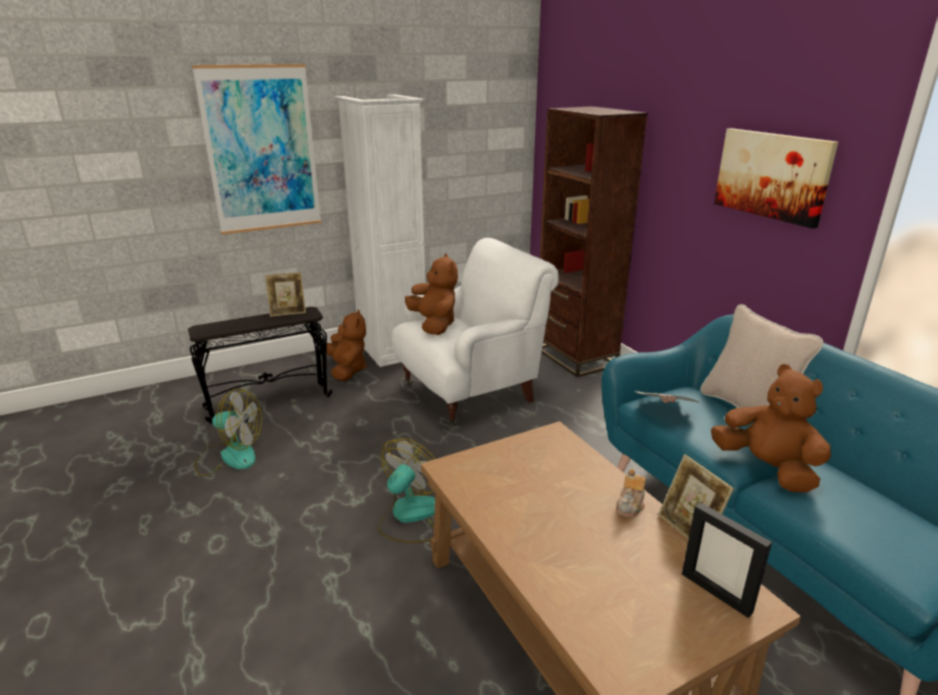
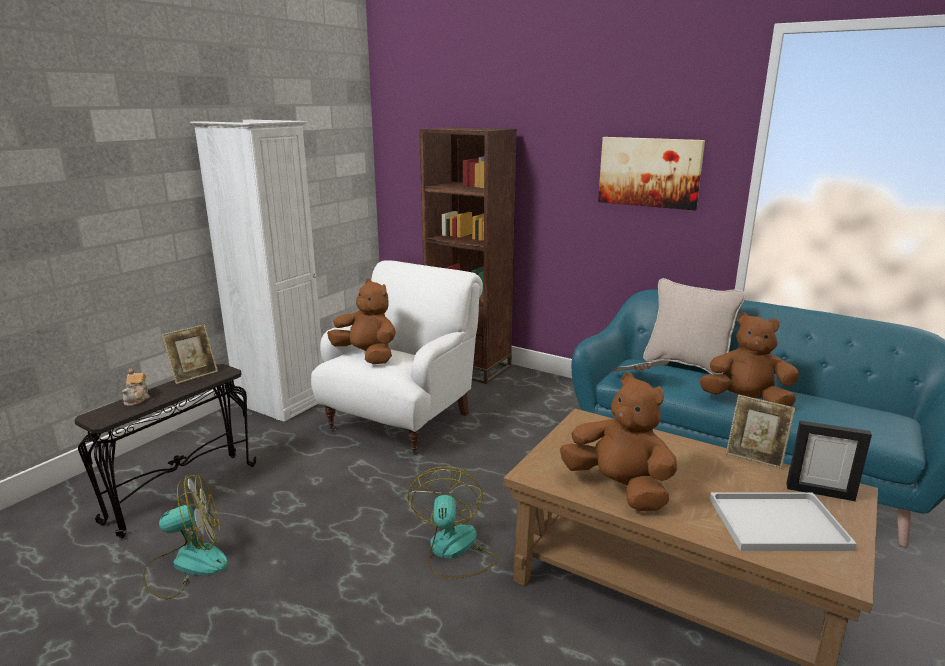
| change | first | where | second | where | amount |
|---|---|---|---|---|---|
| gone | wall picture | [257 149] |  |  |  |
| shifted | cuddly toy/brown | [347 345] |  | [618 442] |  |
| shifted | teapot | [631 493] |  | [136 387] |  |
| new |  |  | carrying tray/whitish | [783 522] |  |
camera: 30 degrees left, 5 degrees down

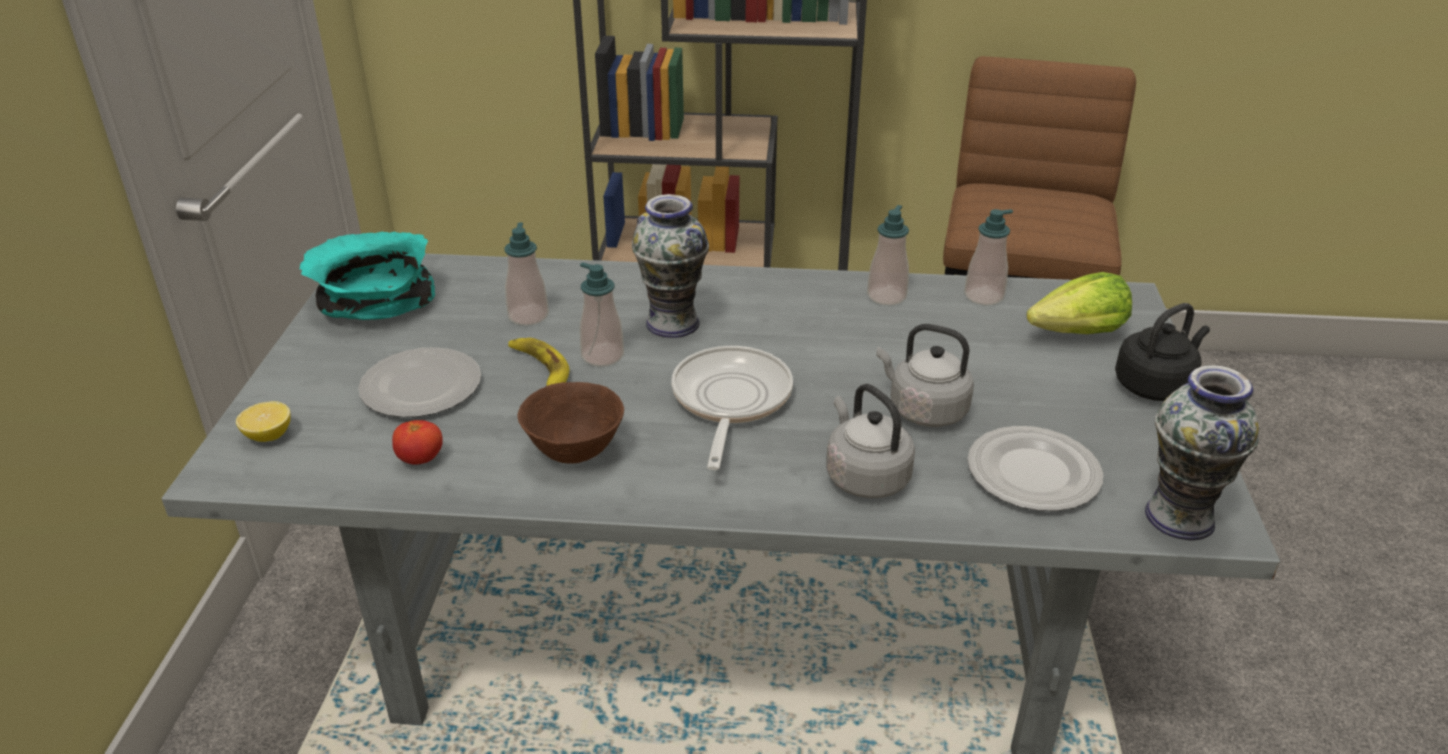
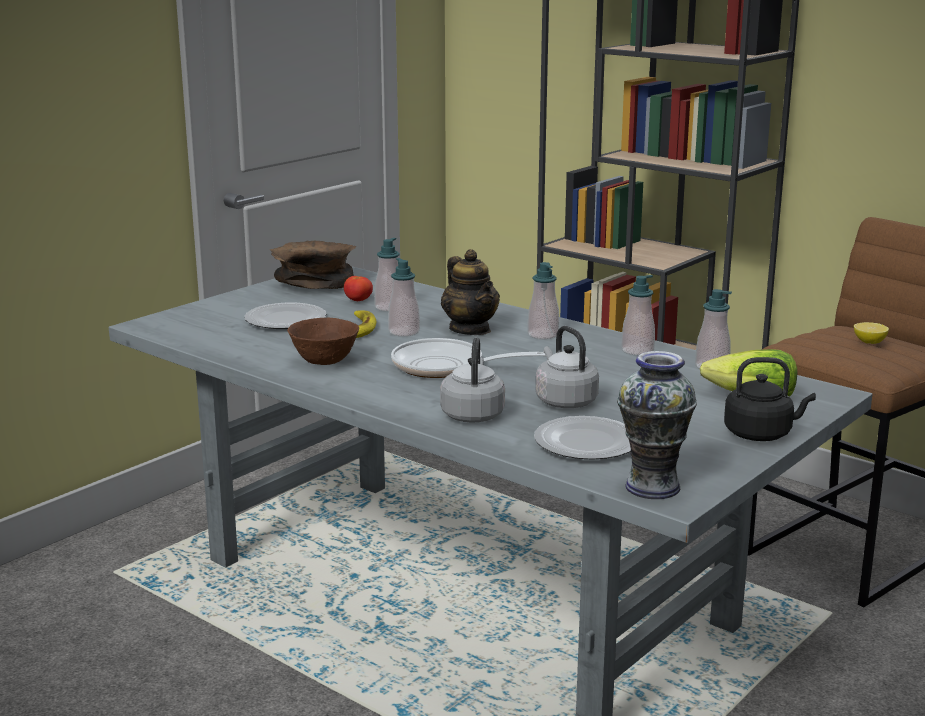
| change | first | where | second | where | amount |
|---|---|---|---|---|---|
| swapped | decorative vase | [670 266] | teapot | [470 292] |  |
| repainted | deep dish/turquoise | [367 276] | deep dish/brown | [313 265] |  |
| rotated | pan | [732 408] |  | [468 358] | 120 degrees counterclockwise |
| shifted | lemon | [263 421] |  | [871 333] |  |
| shifted | tomato | [417 442] |  | [358 288] |  |
| new |  |  | soap dispenser | [543 300] |  |
camera: 35 degrees right, 15 degrees down

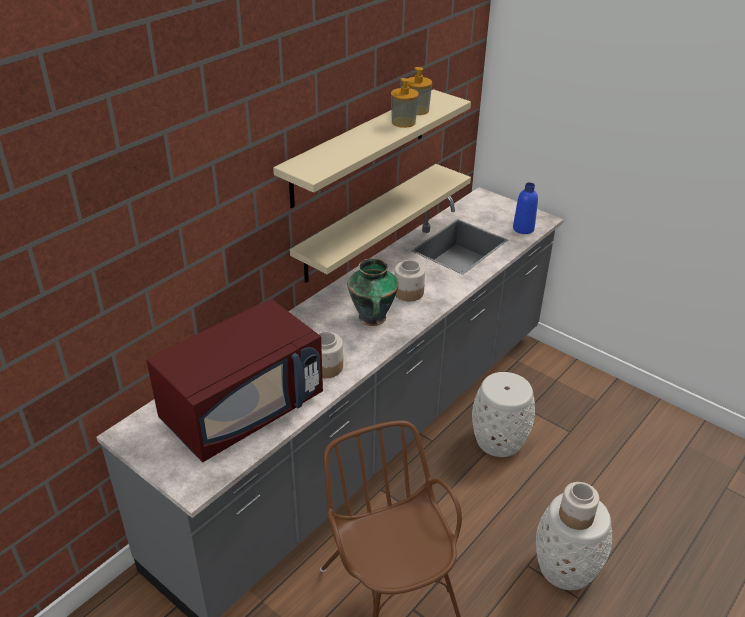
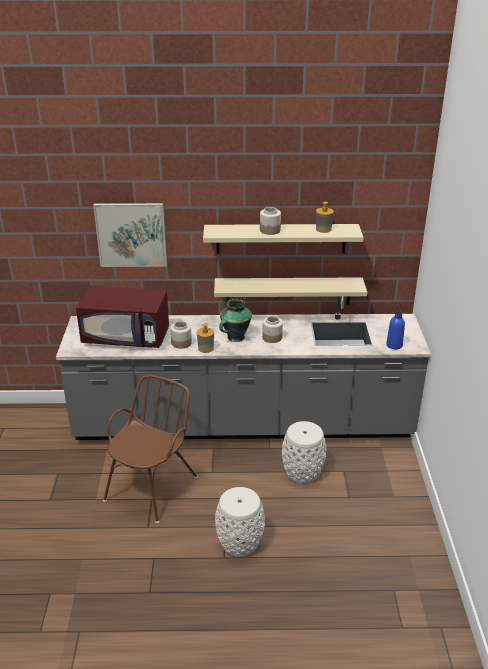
| change | first | where | second | where | amount |
|---|---|---|---|---|---|
| shifted | soap dispenser | [405 103] |  | [205 338] |  |
| shifted | jar | [579 506] |  | [270 221] |  |
| new |  |  | wall picture | [130 235] |  |
camera: 50 degrees right, 5 degrees down

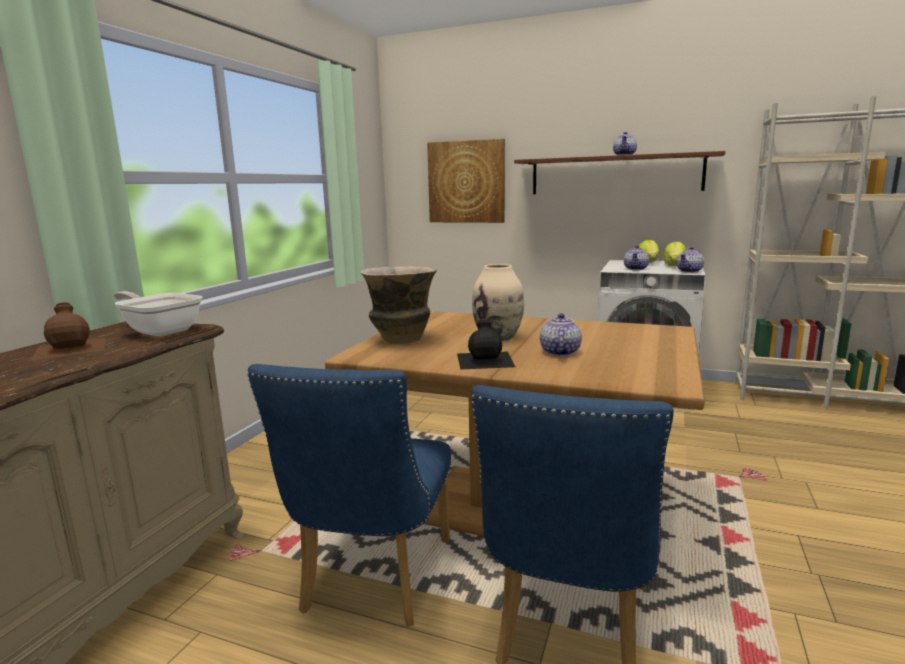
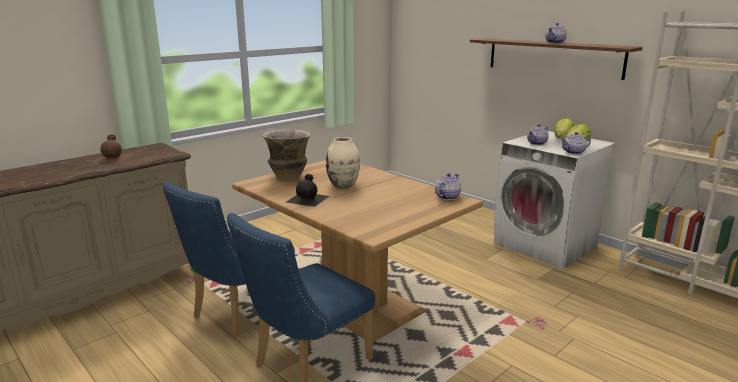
| change | first | where | second | where | amount |
|---|---|---|---|---|---|
| gone | wall picture | [466 181] |  |  |  |
| gone | pan | [158 313] |  |  |  |
| shifted | teapot | [561 334] |  | [448 186] |  |
camera: 25 degrees right, 5 degrees up

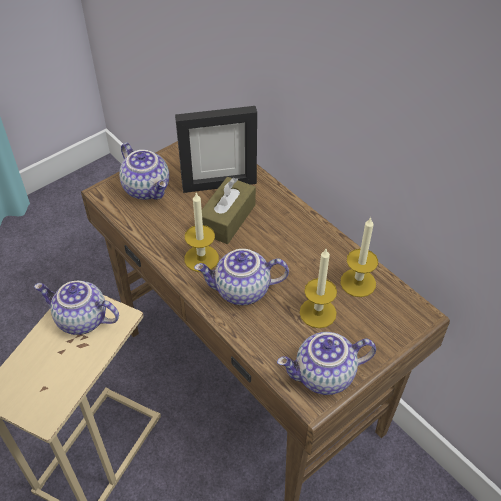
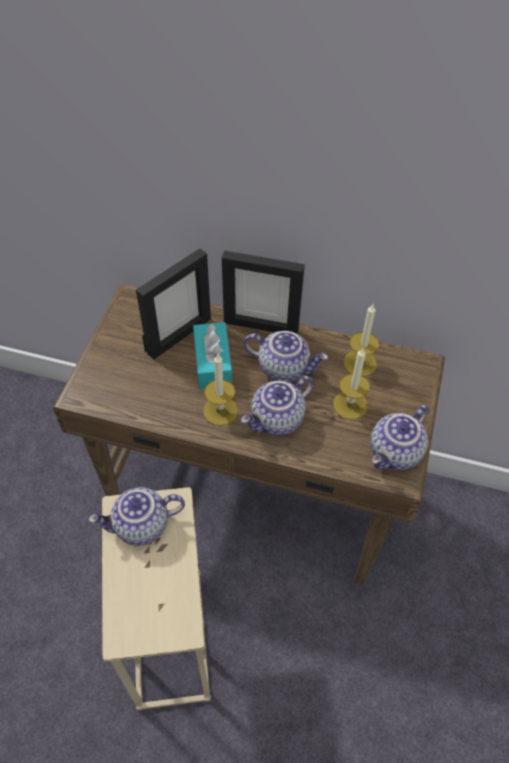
| change | first | where | second | where | amount |
|---|---|---|---|---|---|
| shifted | teapot | [144 171] |  | [286 356] |  |
| repainted | tissue holder/brown | [229 210] | tissue holder/turquoise | [212 355] |  |
| new |  |  | photo frame | [263 292] |  |
camera: 35 degrees left, 5 degrees up

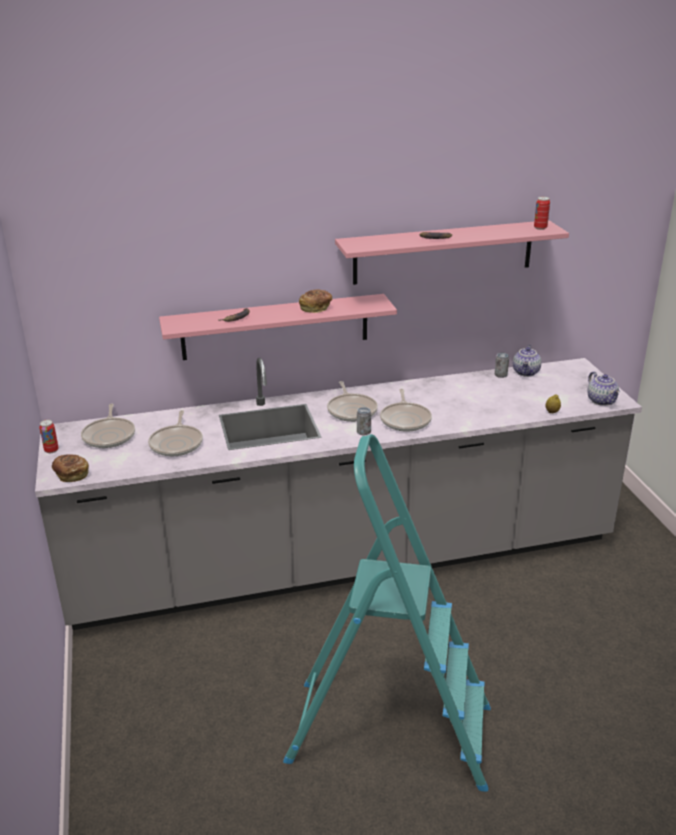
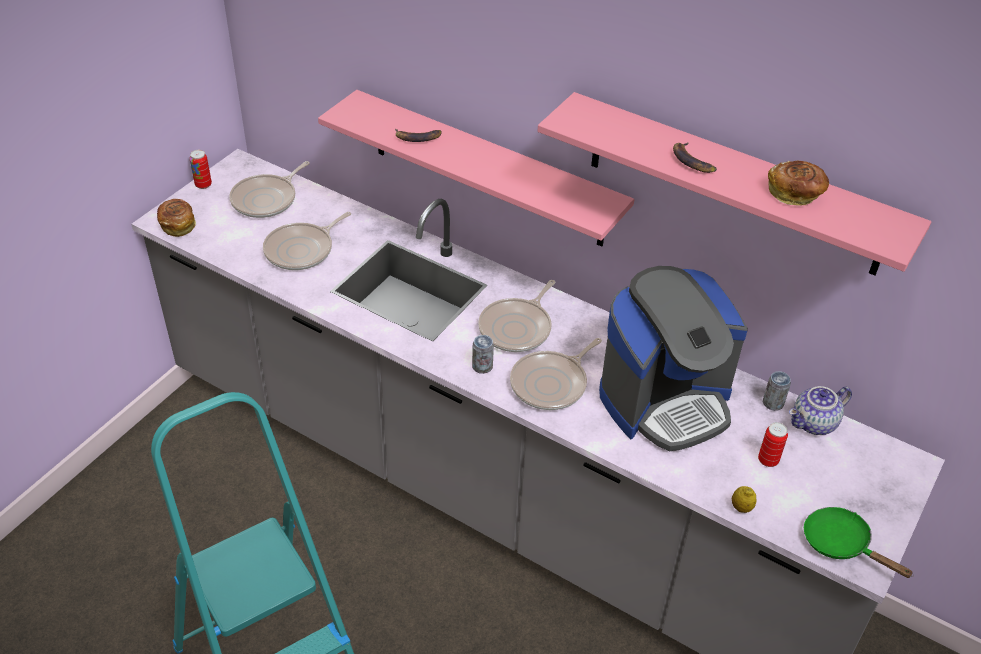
| change | first | where | second | where | amount |
|---|---|---|---|---|---|
| shifted | can | [542 213] |  | [773 444] |  |
| shifted | baked bread | [315 301] |  | [798 183] |  |
| swapped | teapot | [603 388] | pan/green | [859 542] |  |
| new |  |  | coffee brewer | [673 358] |  |
camera: 45 degrees right, 15 degrees up

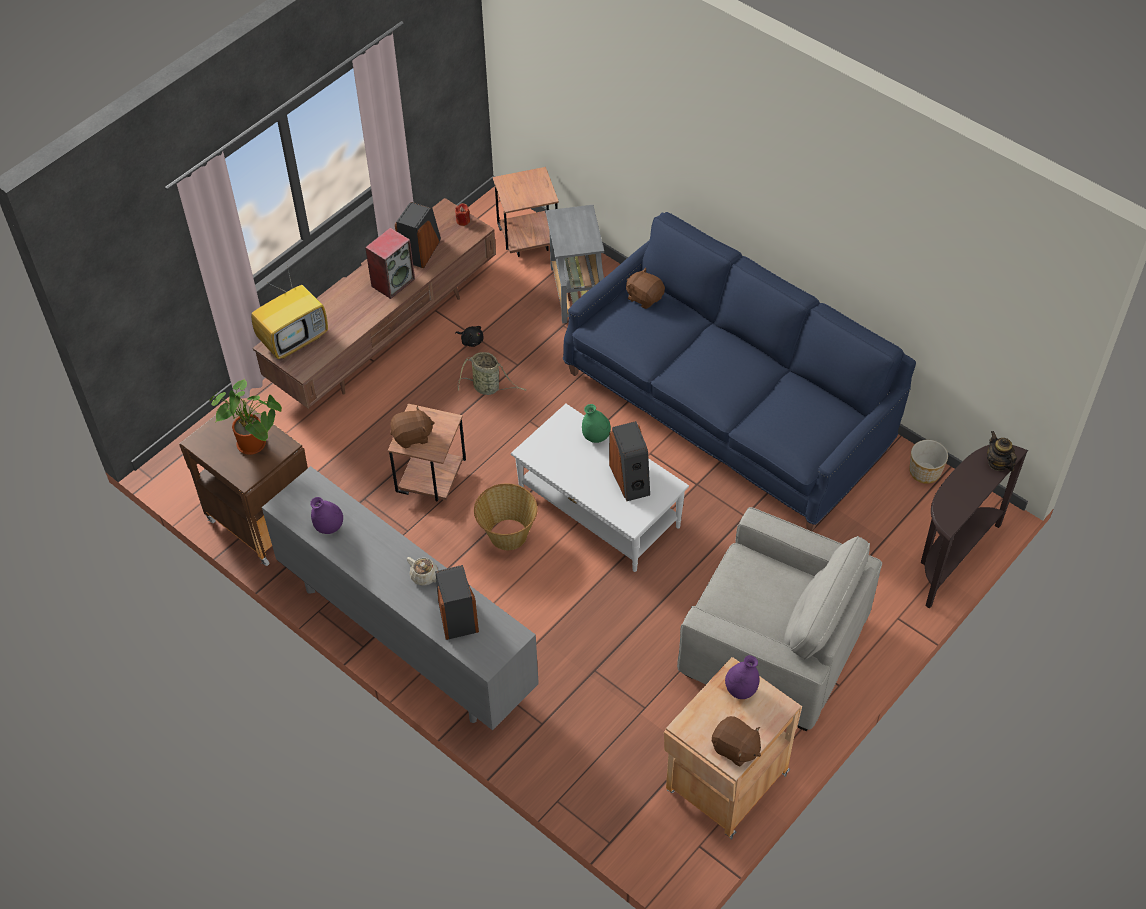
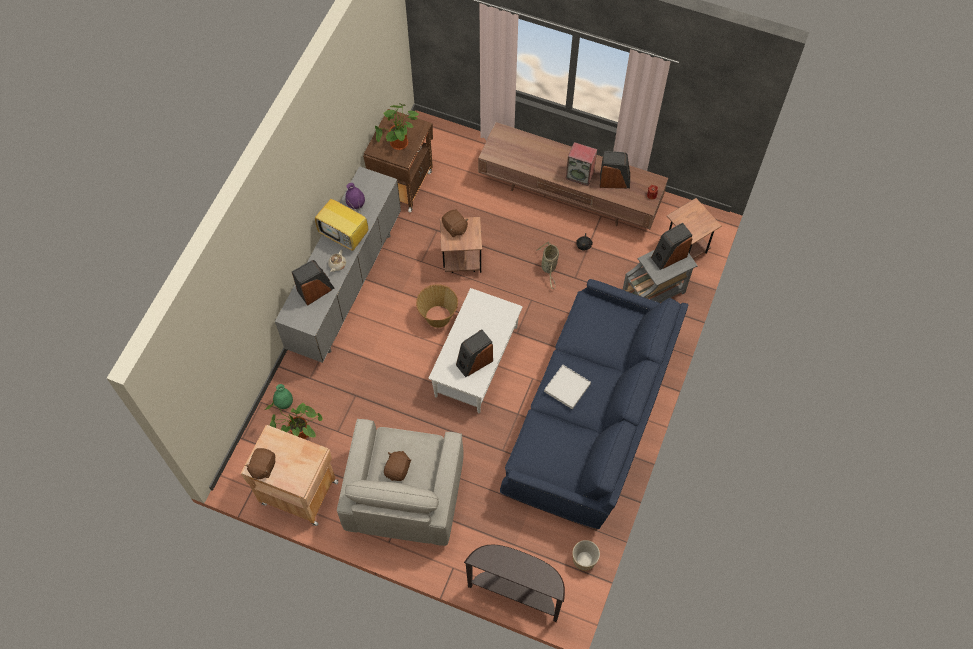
| change | first | where | second | where | amount |
|---|---|---|---|---|---|
| shifted | TV set | [289 312] |  | [341 222] |  |
| shifted | cuddly toy/brown | [645 288] |  | [397 466] |  |
| shifted | decorative vase/green | [596 423] |  | [283 396] |  |
| gone | teapot | [1002 451] |  |  |  |
| gone | decorative vase/purple | [742 677] |  |  |  |
| new |  |  | speaker | [672 246] |  |
| new |  |  | carrying tray/whitish | [567 387] |  |
| new |  |  | potted plant | [294 419] |  |
camera: 70 degrees right, 10 degrees up

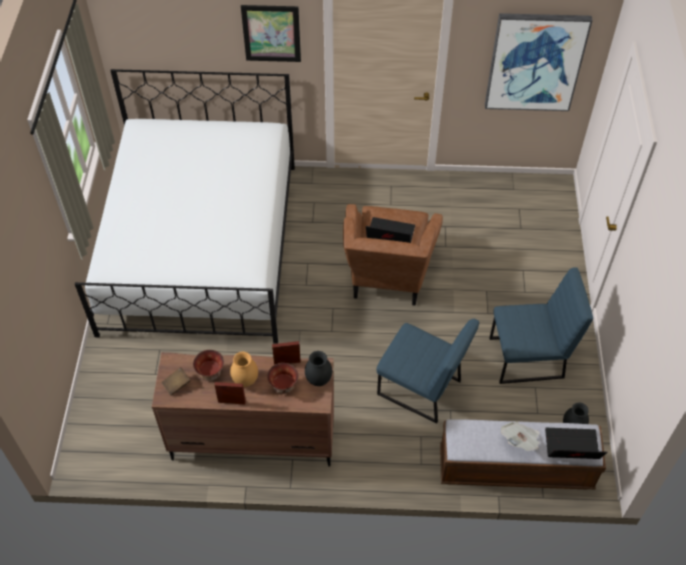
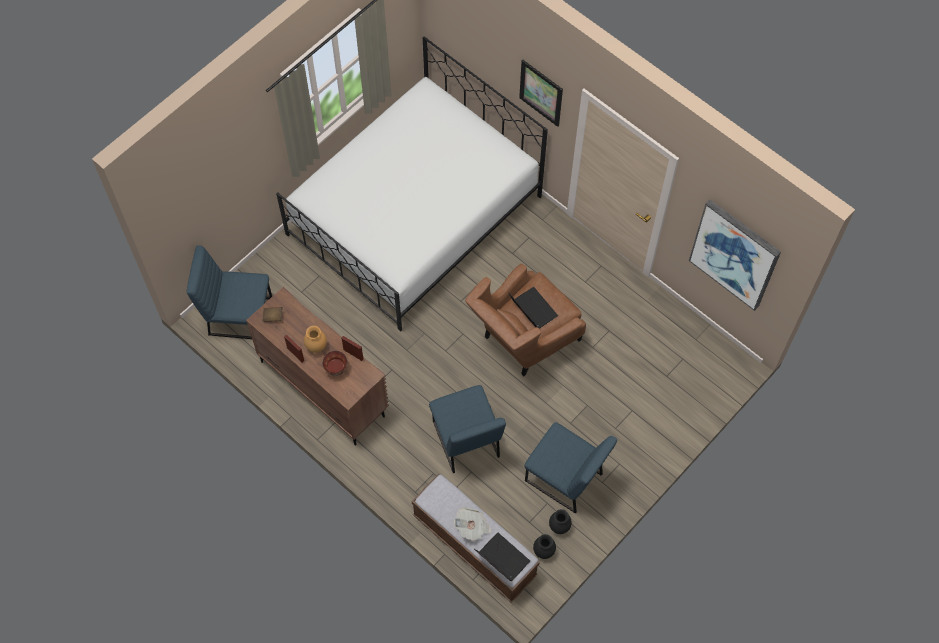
| change | first | where | second | where | amount |
|---|---|---|---|---|---|
| gone | deep dish | [208 365] |  |  |  |
| shifted | decorative vase/black | [318 368] |  | [560 521] |  |
| new |  |  | plain chair/blue-coloured | [229 292] |  |
camera: 40 degrees right, 10 degrees up

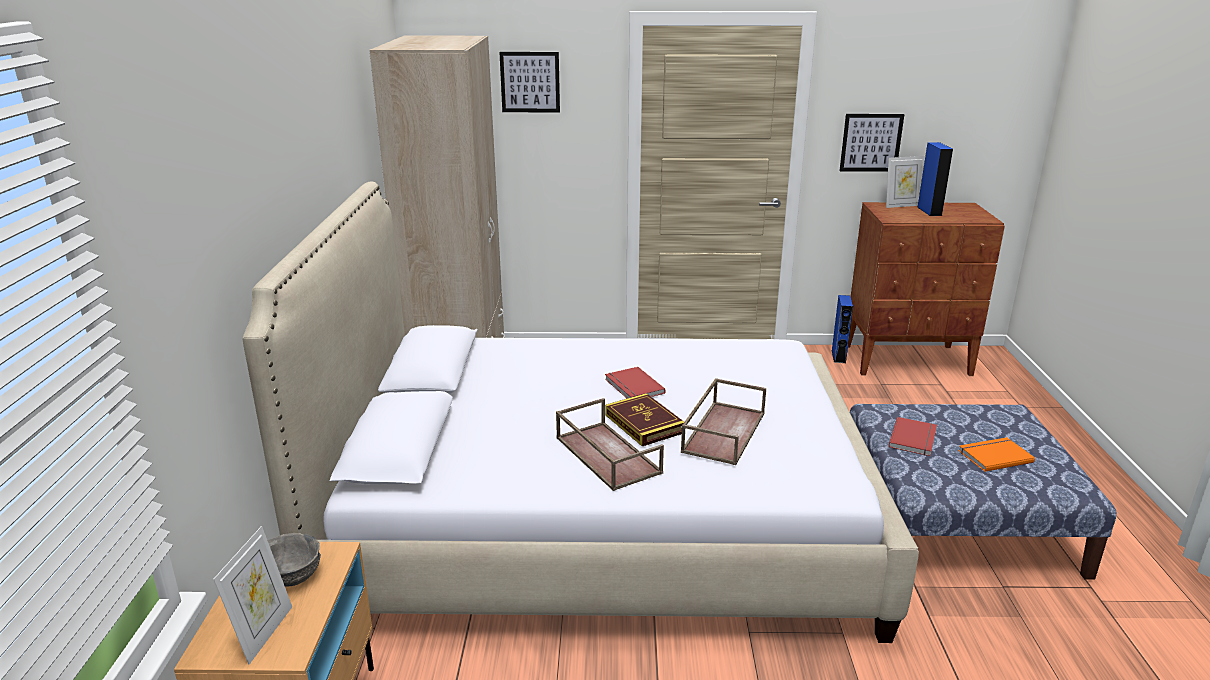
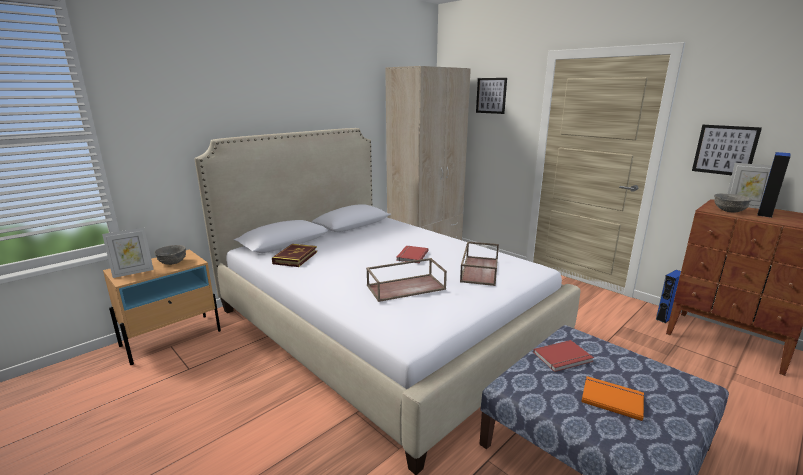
| change | first | where | second | where | amount |
|---|---|---|---|---|---|
| shifted | book | [644 419] |  | [294 255] |  |
| shifted | carrying tray/brown | [610 444] |  | [479 263] |  |
| new |  |  | deep dish/gray | [733 203] |  |
camera: 45 degrees right, 5 degrees down

